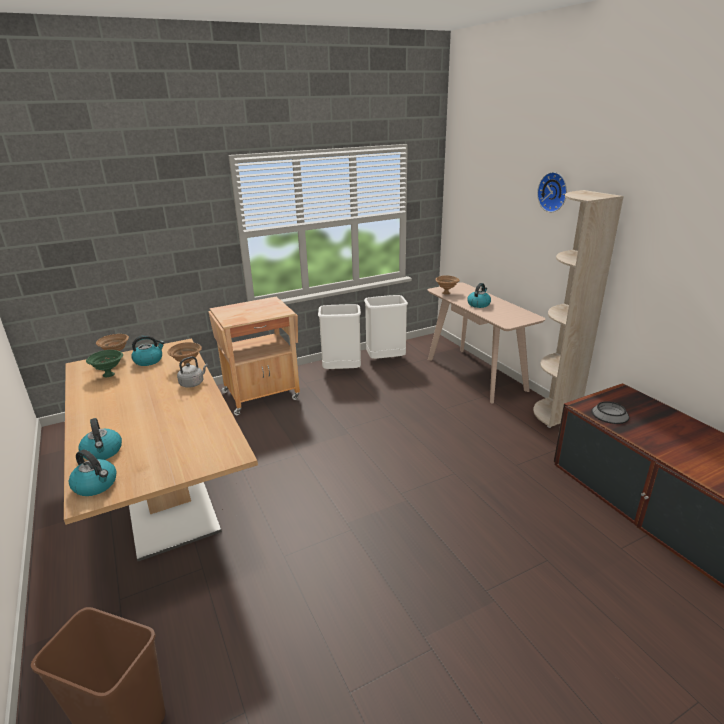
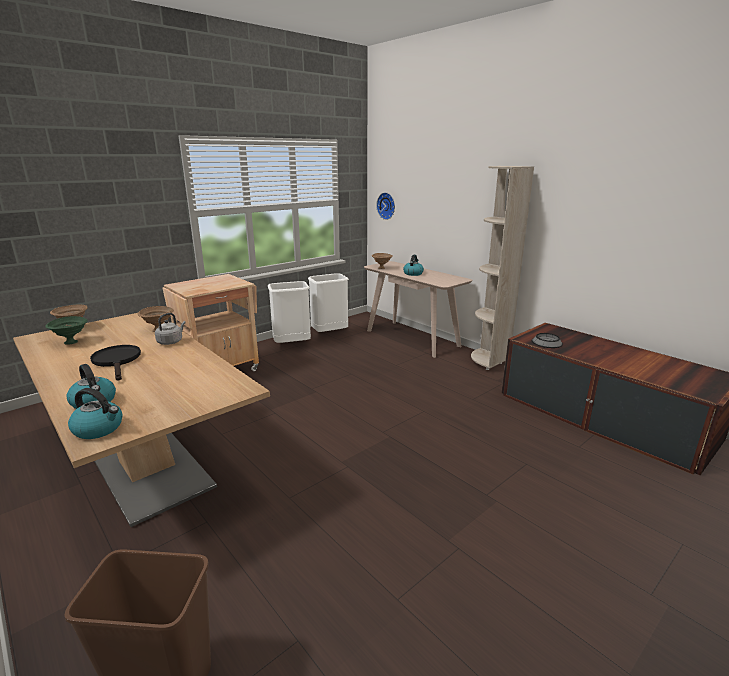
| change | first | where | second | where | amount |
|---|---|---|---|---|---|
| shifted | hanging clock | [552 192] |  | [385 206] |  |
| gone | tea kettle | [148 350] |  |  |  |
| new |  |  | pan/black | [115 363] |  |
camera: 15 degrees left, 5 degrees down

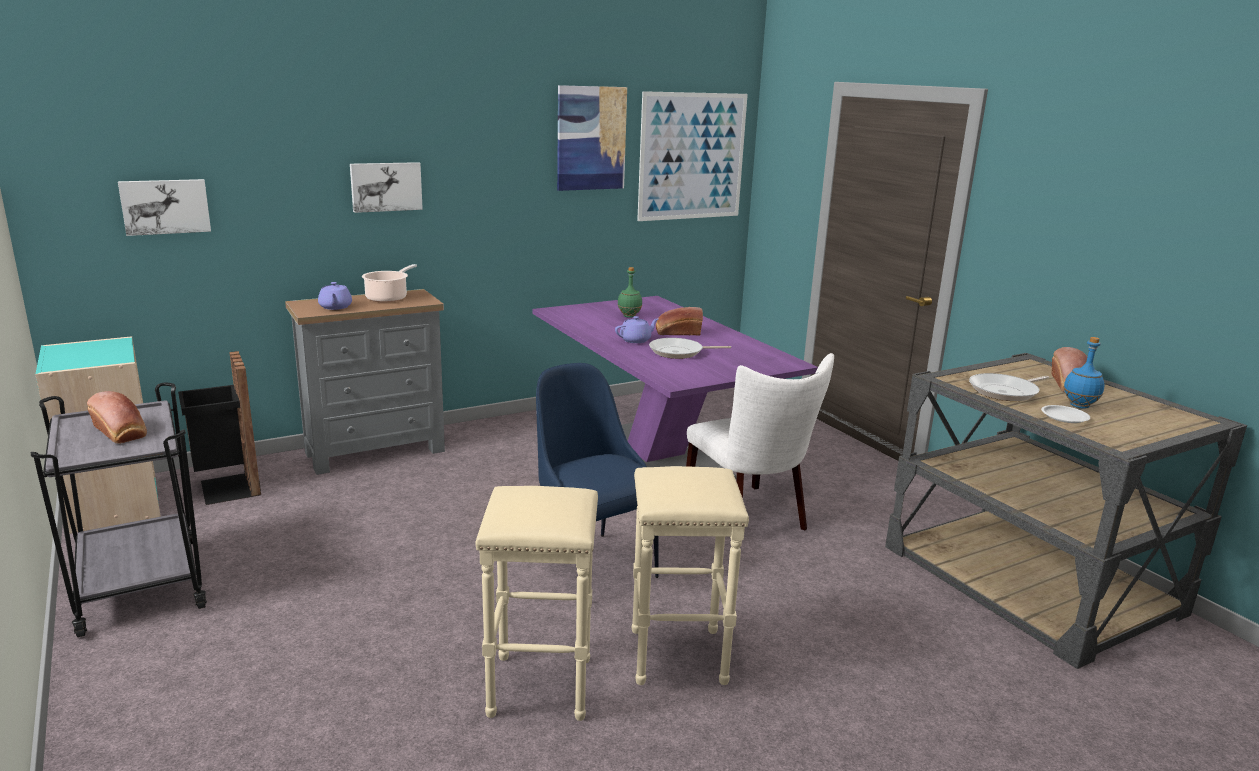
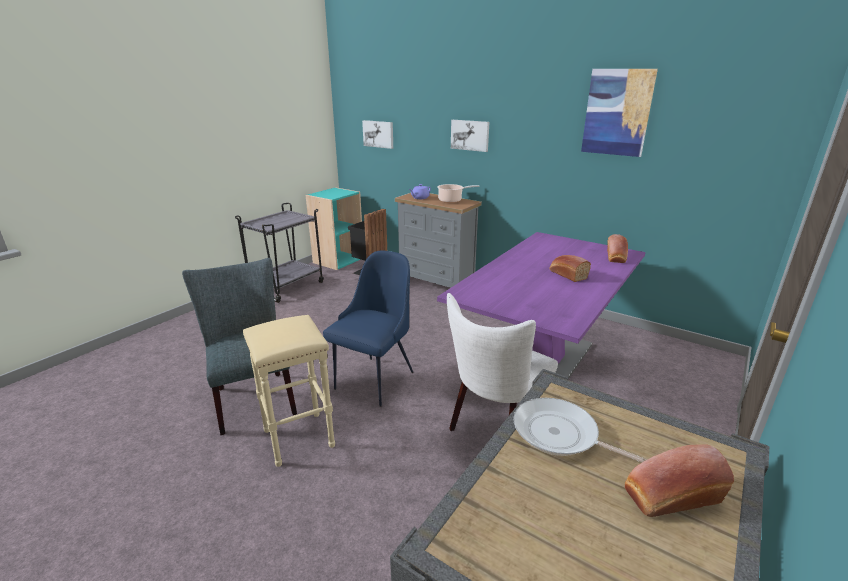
| change | first | where | second | where | amount |
|---|---|---|---|---|---|
| gone | wall picture | [692 156] |  |  |  |
| gone | beverage bottle/green | [630 292] |  |  |  |
| gone | teapot/purple | [636 329] |  |  |  |
| gone | beverage bottle/blue-coloured | [1083 373] |  |  |  |
| gone | pan | [690 348] |  |  |  |
| shifted | baked bread | [117 417] |  | [617 248] |  |
| gone | dinner plate/whitish | [1065 414] |  |  |  |
| swapped | sitting stool/beige | [536 603] | plain chair/gray | [239 346] |  |
camera: 65 degrees right, 5 degrees up

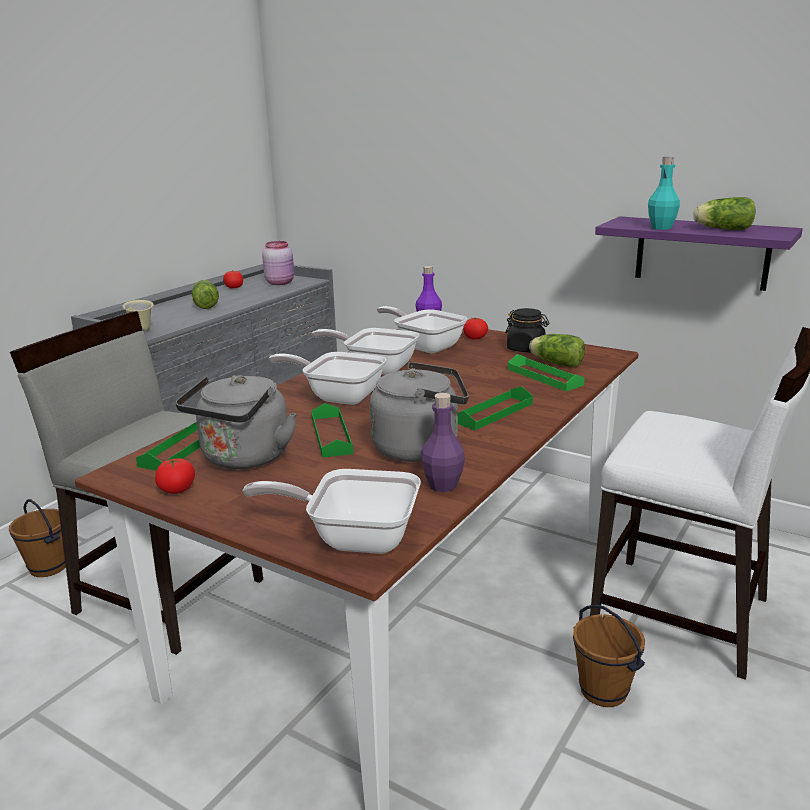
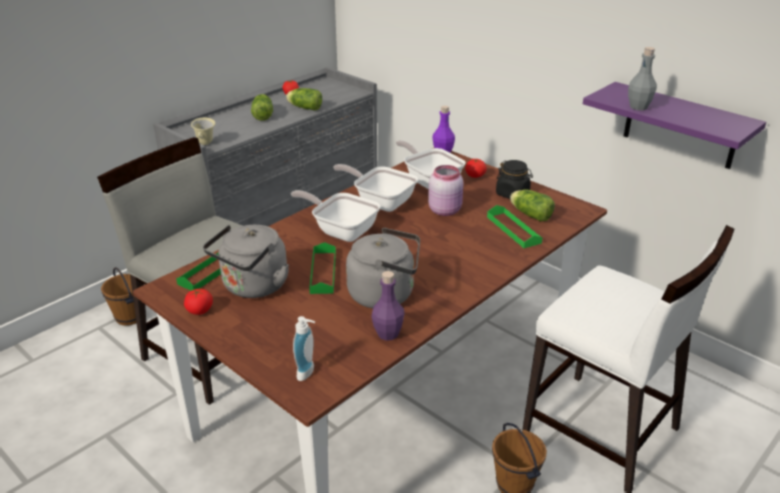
| change | first | where | second | where | amount |
|---|---|---|---|---|---|
| repainted | beverage bottle/turquoise | [664 193] | beverage bottle/gray | [642 78] |  |
| shifted | lettuce head | [724 213] |  | [304 99] |  |
| shifted | jar/pink | [278 263] |  | [445 190] |  |
| gone | carrying tray/green | [495 408] |  |  |  |
| swapped | pan | [332 511] | soap dispenser | [304 348] |  |
camera: 10 degrees right, 10 degrees up

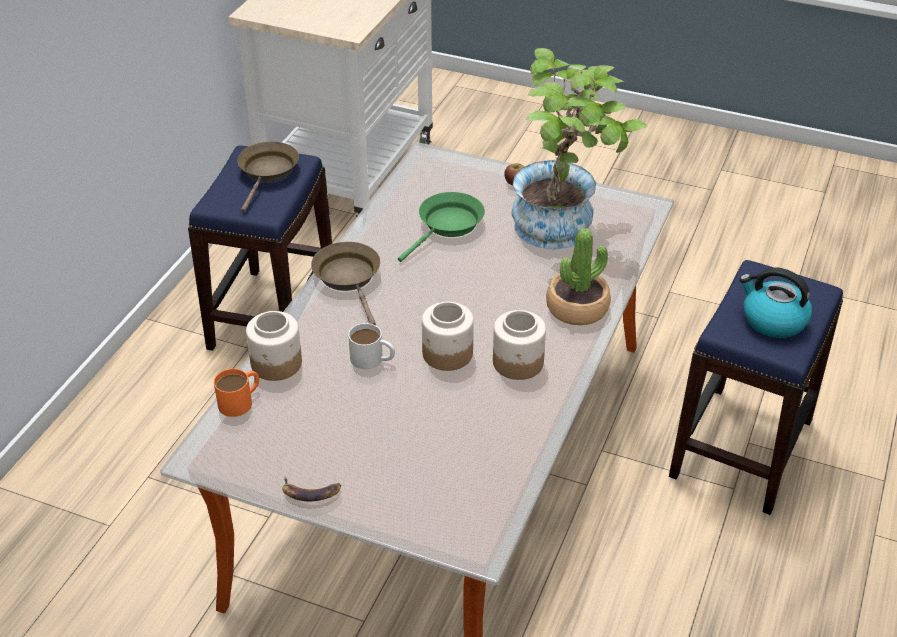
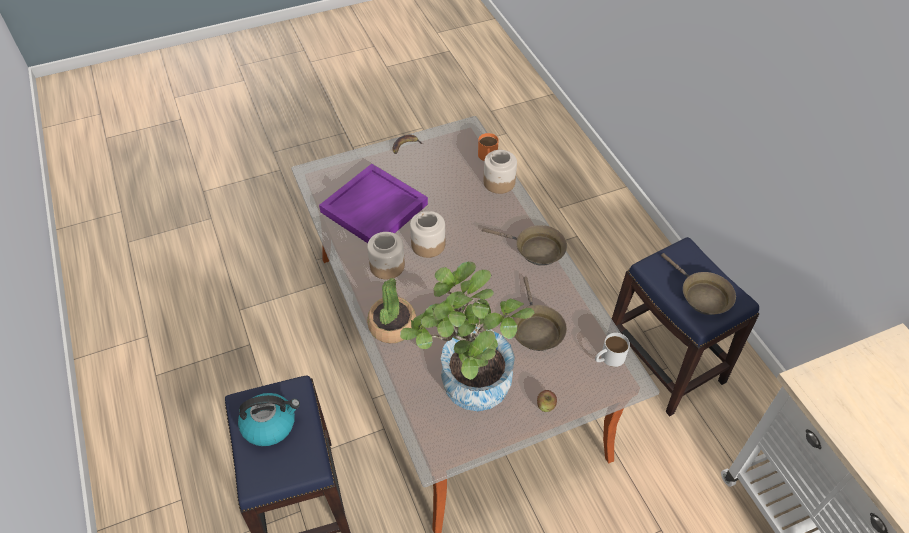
| change | first | where | second | where | amount |
|---|---|---|---|---|---|
| repainted | pan/green | [441 227] | pan/brown | [540 314] |  |
| shifted | mug/whitish | [371 346] |  | [612 350] |  |
| new |  |  | carrying tray/purple | [373 203] |  |
camera: 135 degrees right, 10 degrees up

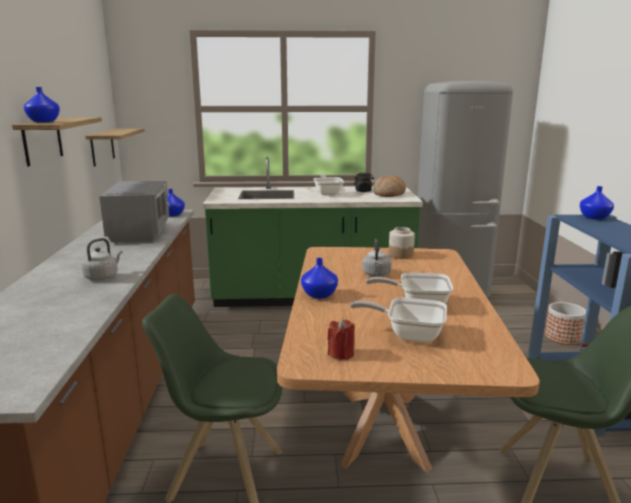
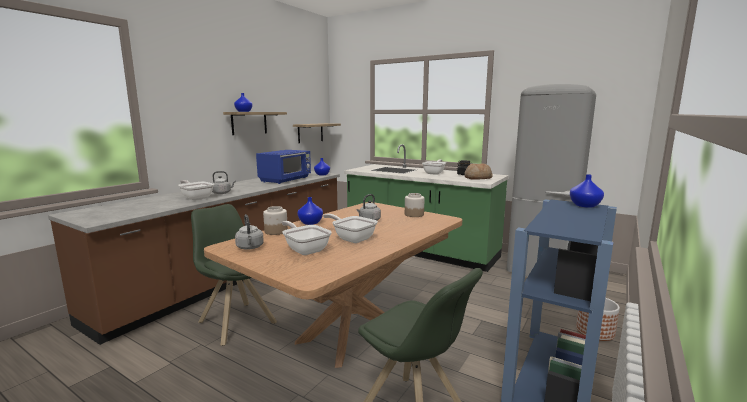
| change | first | where | second | where | amount |
|---|---|---|---|---|---|
| repainted | microwave oven/gray | [134 212] | microwave oven/blue-coloured | [283 167] |  |
| swapped | wax candle/red | [341 339] | tea kettle/gray | [249 231] |  |
| new |  |  | pan | [196 190] |  |
| new |  |  | jar | [275 220] |  |
camera: 35 degrees right, 5 degrees down

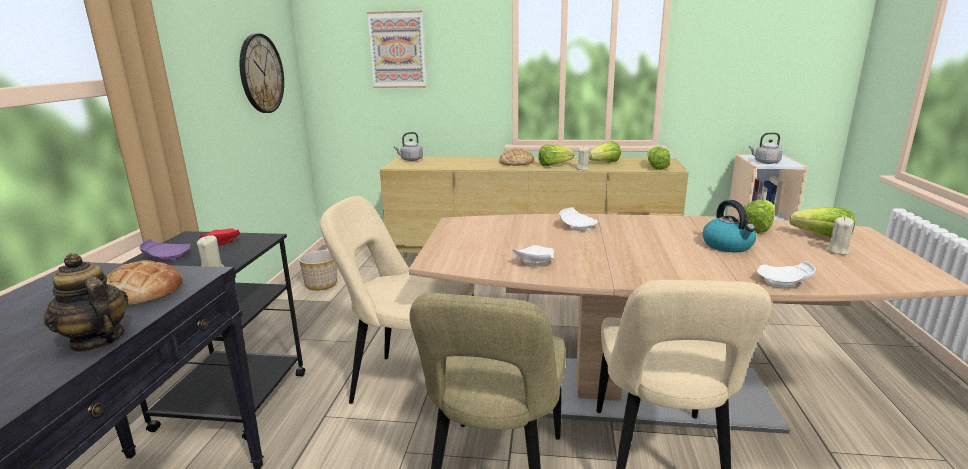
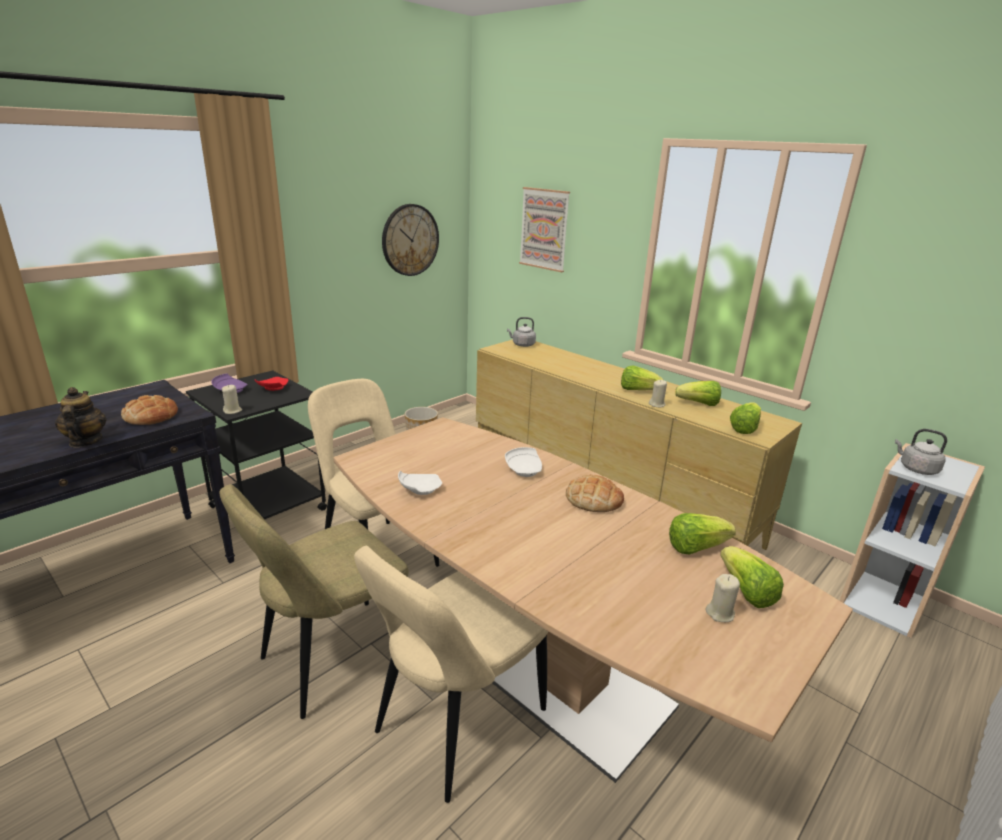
| change | first | where | second | where | amount |
|---|---|---|---|---|---|
| shifted | baked bread | [516 157] |  | [595 493] |  |
| gone | tea kettle | [729 226] |  |  |  |
| gone | dinner plate/whitish | [786 274] |  |  |  |
camera: 35 degrees right, 5 degrees up

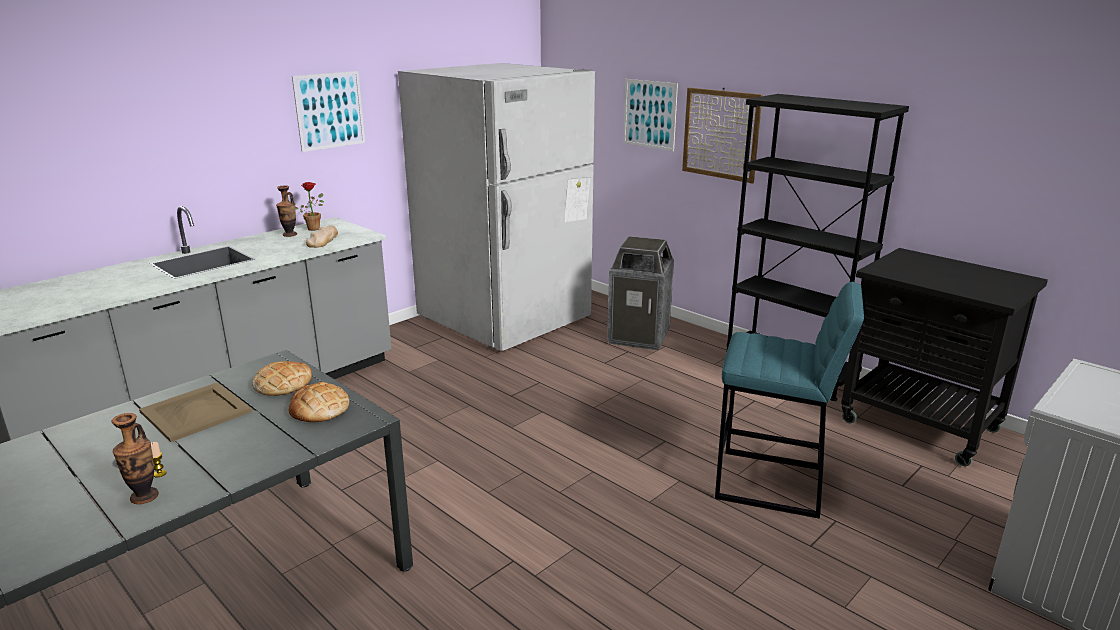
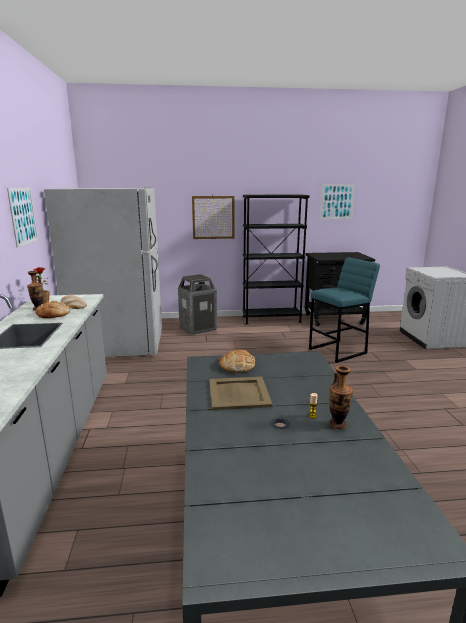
| change | first | where | second | where | amount |
|---|---|---|---|---|---|
| shifted | wall picture | [650 115] |  | [337 201] |  |
| shifted | baked bread | [319 402] |  | [52 309] |  |
camera: 50 degrees left, 5 degrees down

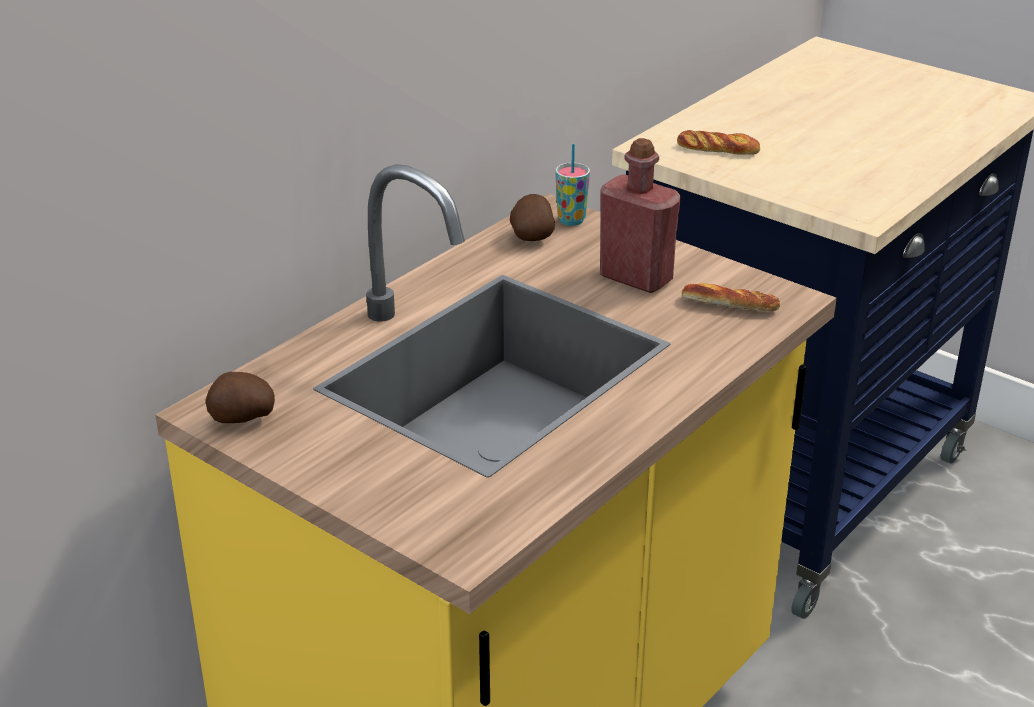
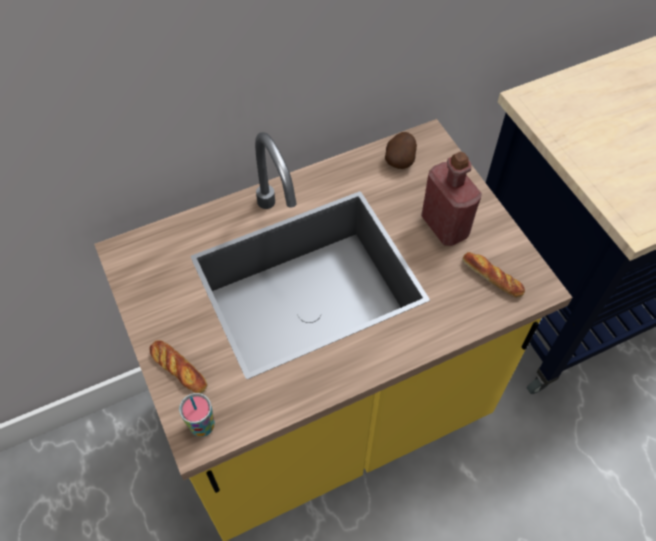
| change | first | where | second | where | amount |
|---|---|---|---|---|---|
| shifted | baked bread | [718 142] |  | [178 366] |  |
| shifted | cup | [572 185] |  | [197 415] |  |
| gone | whole potato | [240 397] |  |  |  |
camera: 25 degrees right, 25 degrees up

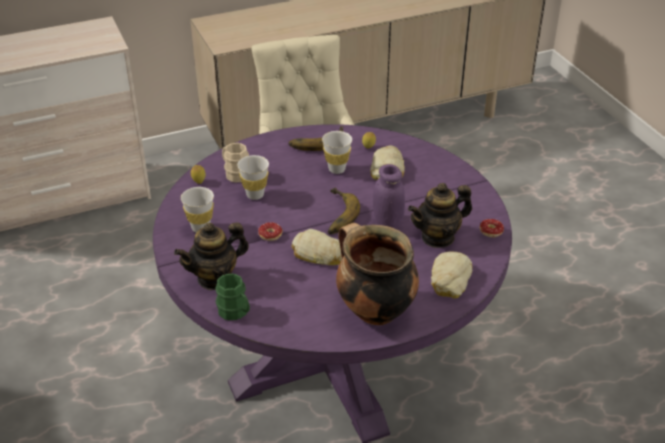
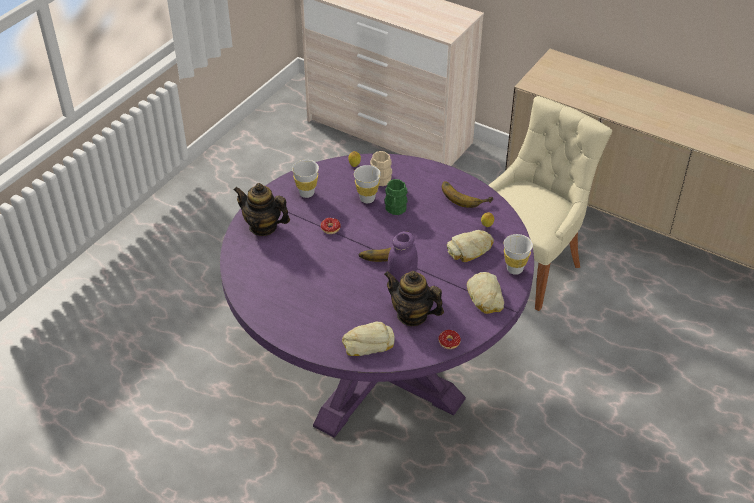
| change | first | where | second | where | amount |
|---|---|---|---|---|---|
| shifted | cup/whitish | [337 152] |  | [518 254] |  |
| gone | saucepot | [377 274] |  |  |  |
| shifted | baked bread | [317 247] |  | [485 293] |  |
| shifted | mug/green | [232 297] |  | [396 197] |  |
camera: 55 degrees right, 5 degrees up

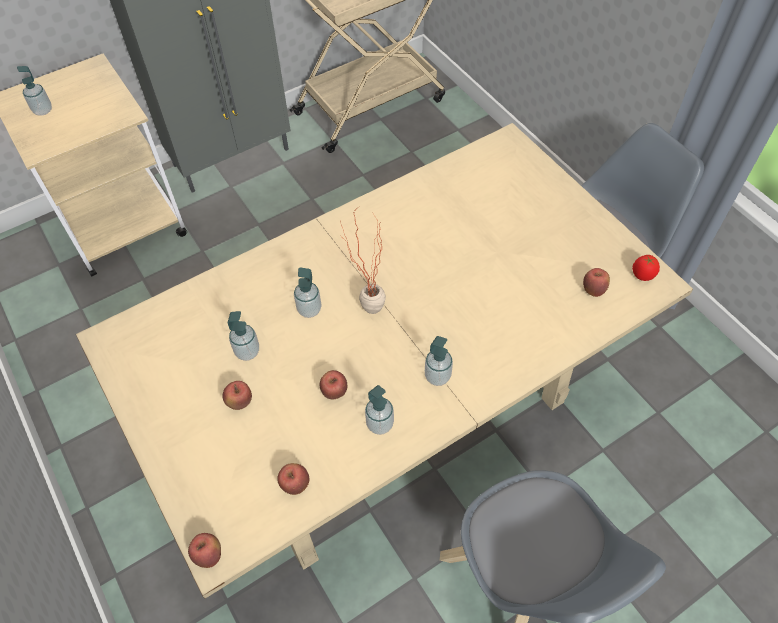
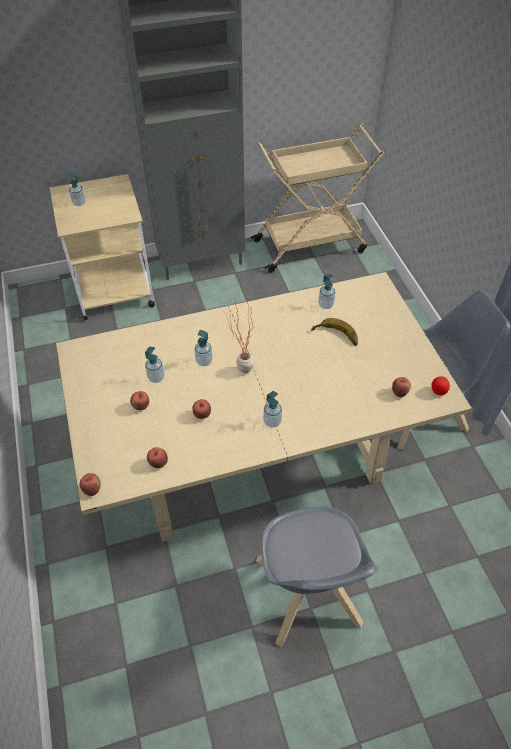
| change | first | where | second | where | amount |
|---|---|---|---|---|---|
| shifted | soap dispenser | [379 410] |  | [326 291] |  |
| new |  |  | banana | [334 332] |  |
camera: 15 degrees right, 5 degrees down

